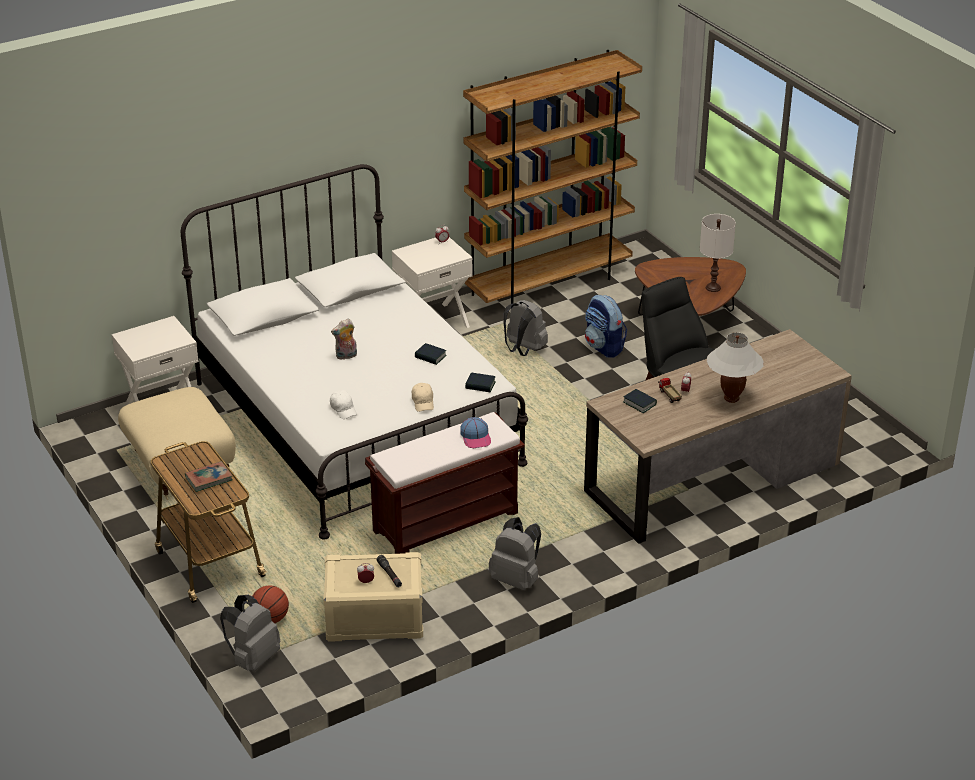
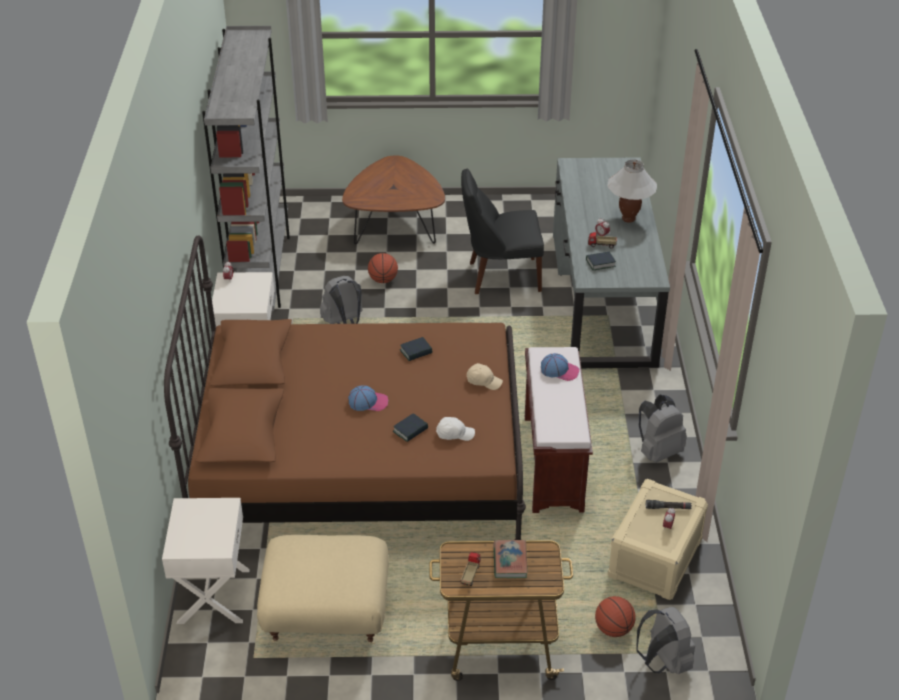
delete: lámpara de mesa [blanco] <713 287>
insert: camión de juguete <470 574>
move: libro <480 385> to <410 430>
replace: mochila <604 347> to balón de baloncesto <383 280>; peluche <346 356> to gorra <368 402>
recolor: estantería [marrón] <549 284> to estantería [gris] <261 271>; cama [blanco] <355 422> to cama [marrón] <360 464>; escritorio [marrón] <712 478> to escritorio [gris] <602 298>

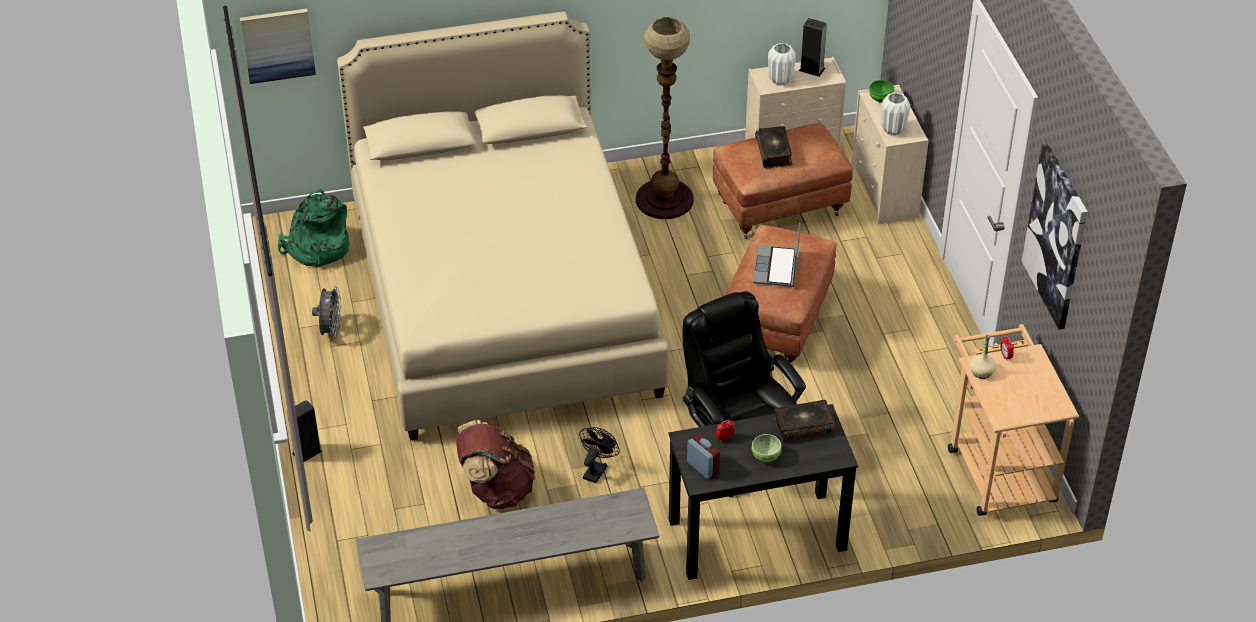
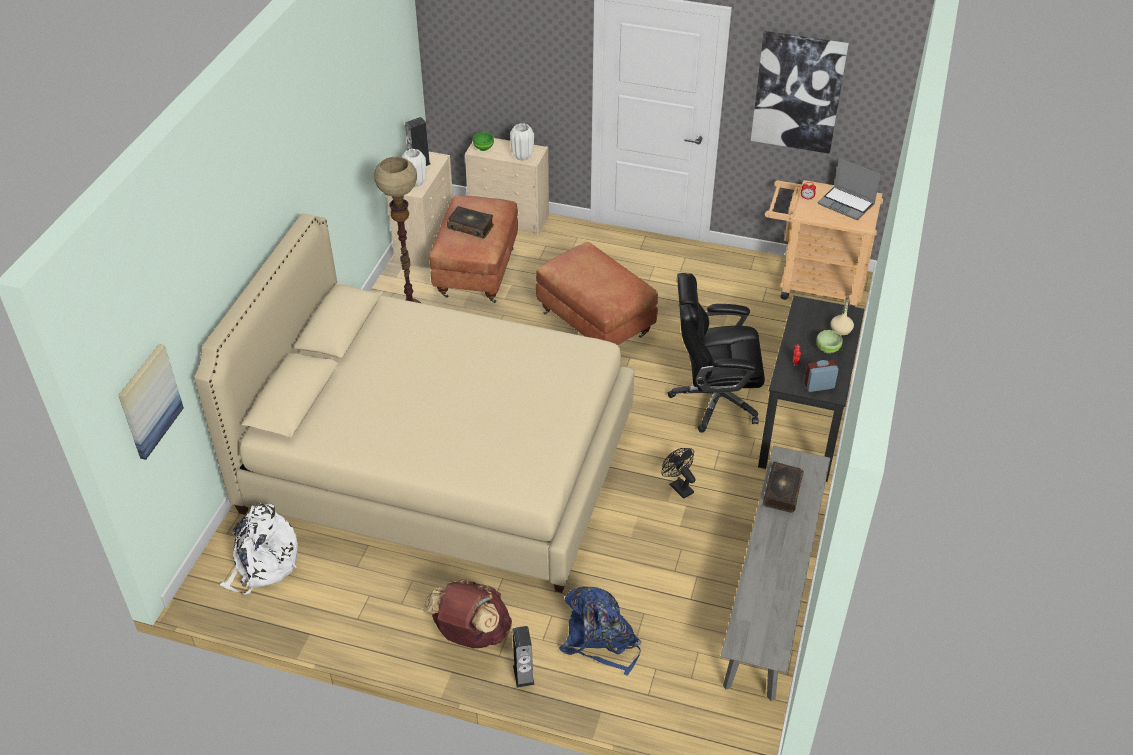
delete: ventilador [gris] <330 330>
insert: mochila [azul] <600 640>
move: portátil <777 268> to <847 204>; botella [beis] <981 372> to <841 330>; libro <803 426> to <781 492>; mochila [marrón] <496 490> to <471 634>
recolor: mochila [verde] <316 248> to mochila [blanco] <263 564>

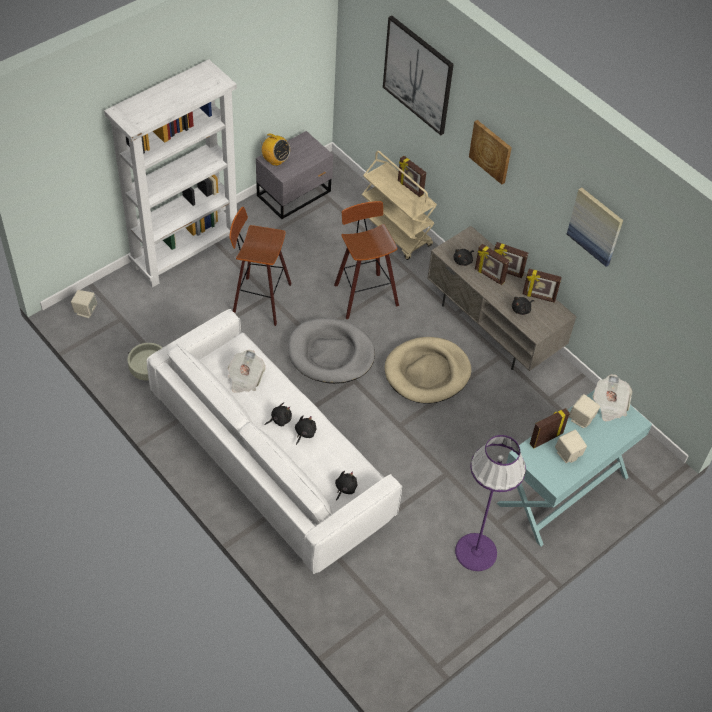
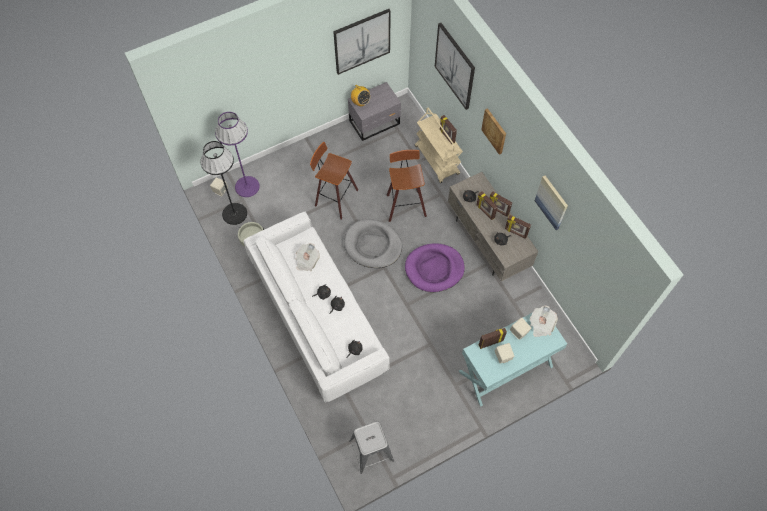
delete: estantería [blanco] <186 251>
insert: cuadro <362 41>; lámpara de pie [negro] <234 213>; taburete [gris] <371 450>
move: lámpara de pie [morado] <475 552> to <247 186>
recolor: cama para perro [beis] <427 372> to cama para perro [morado] <434 269>

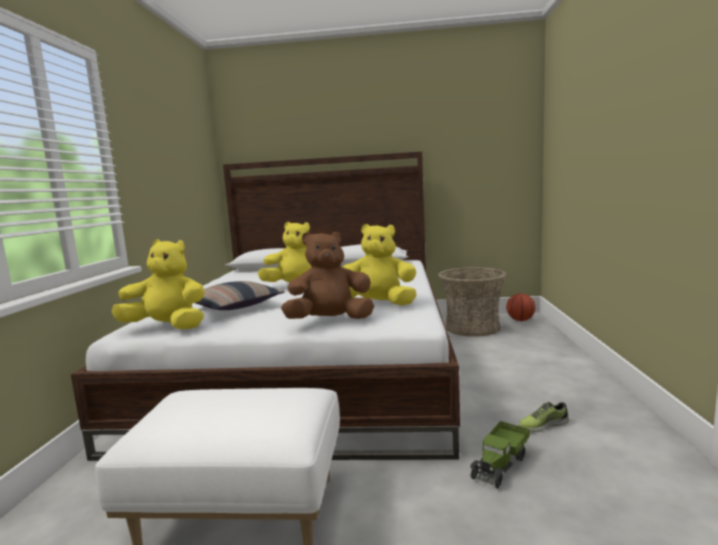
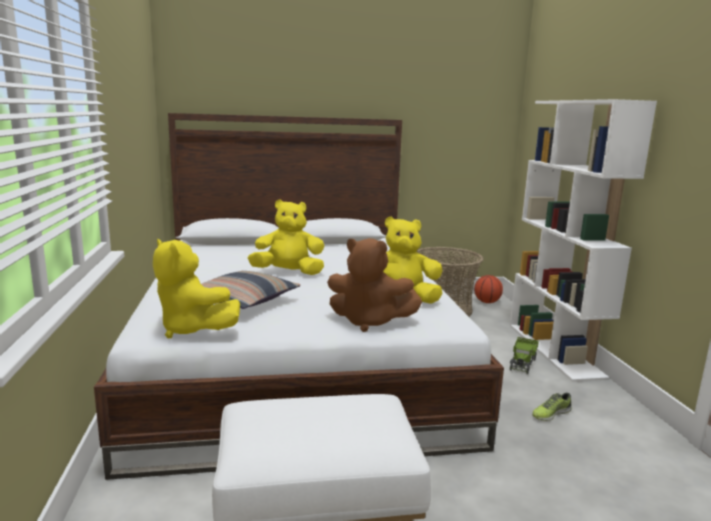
insert: estantería [blanco] <555 350>
move: camión de juguete <500 465> to <523 363>
rotate: peluche [marrón] <330 321> = <369 322> 135 degrees counterclockwise; peluche [amarillo] <167 327> = <192 329> 135 degrees counterclockwise

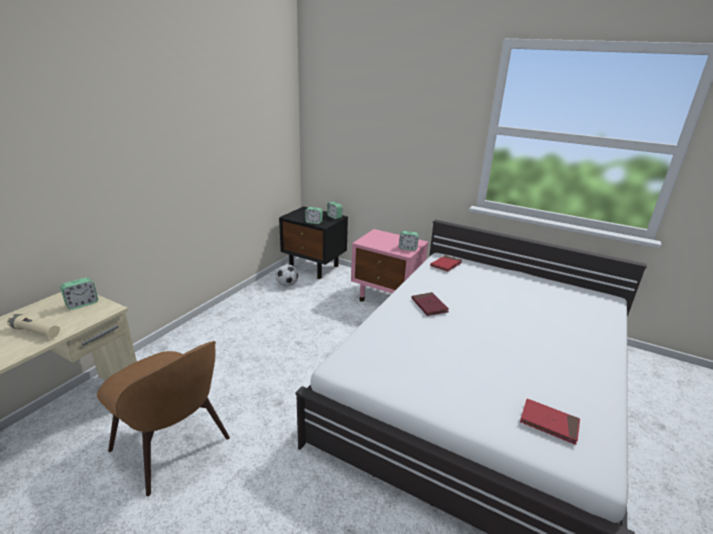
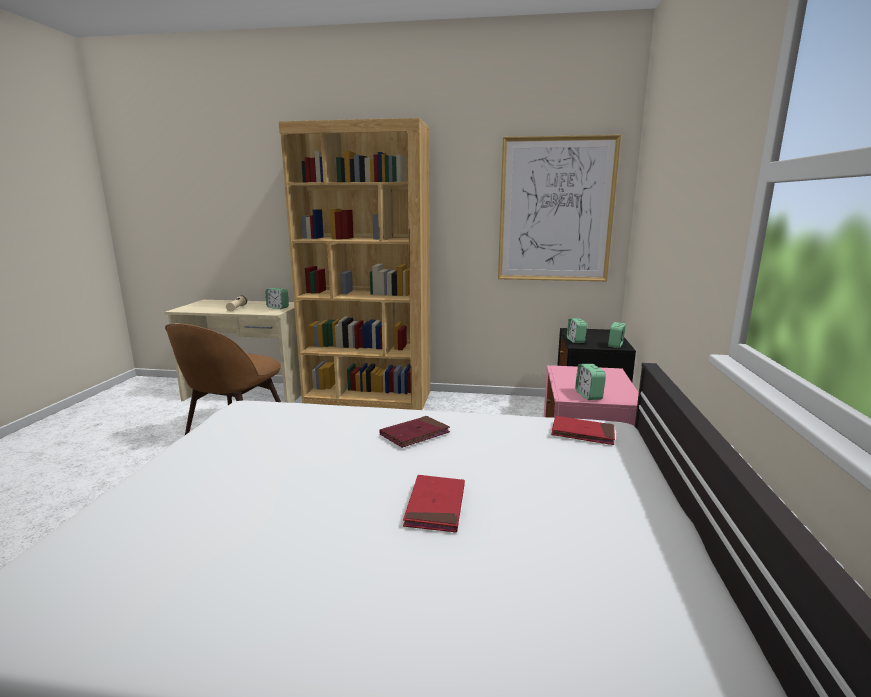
delete: balón de fútbol <287 285>
insert: estantería [marrón] <368 397>; cuadro <555 210>
move: libro [rojo] <549 423> to <435 506>

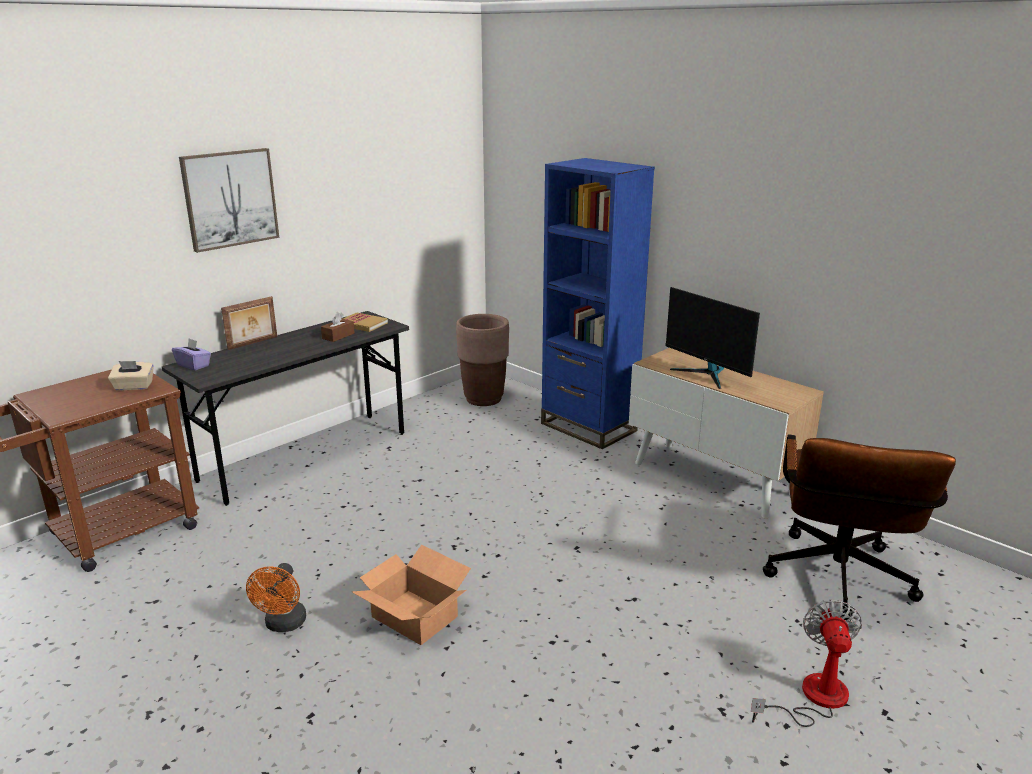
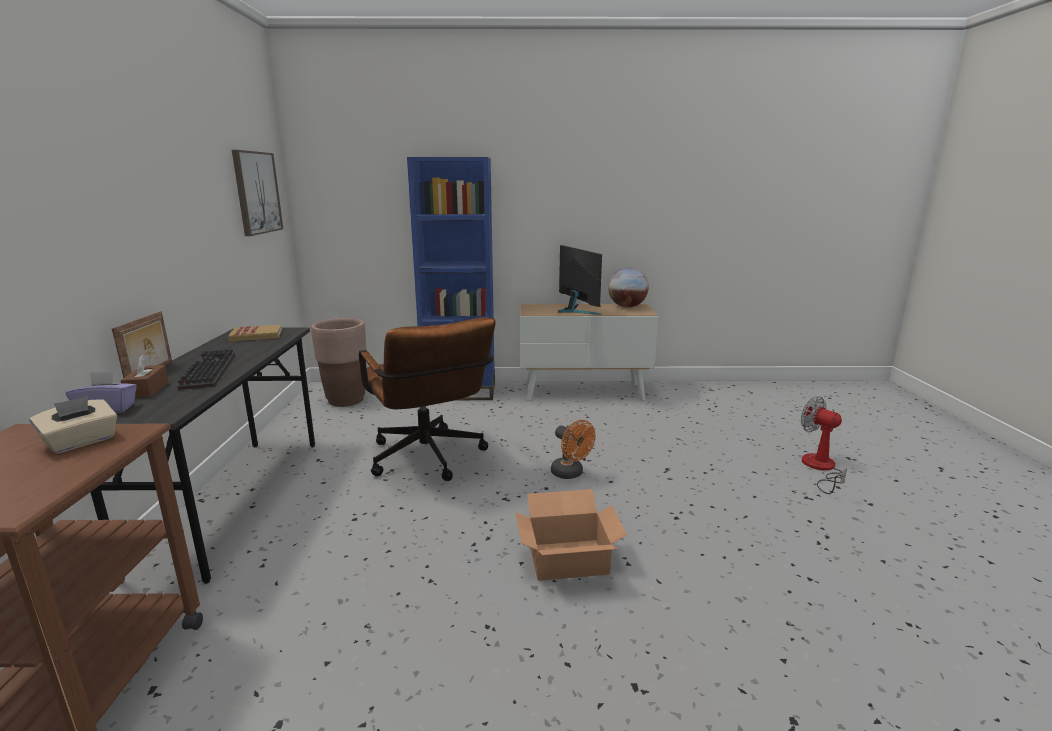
insert: globo terráqueo <627 307>; teclado <207 371>
move: cuadro <230 199> to <256 192>; caja de pañuelos [marrón] <338 336> to <147 390>; silla de oficina [marrón] <838 583> to <429 460>; ventilador [naranja] <283 625> to <570 474>
rotate: monitor <707 374> = <575 310> 120 degrees counterclockwise

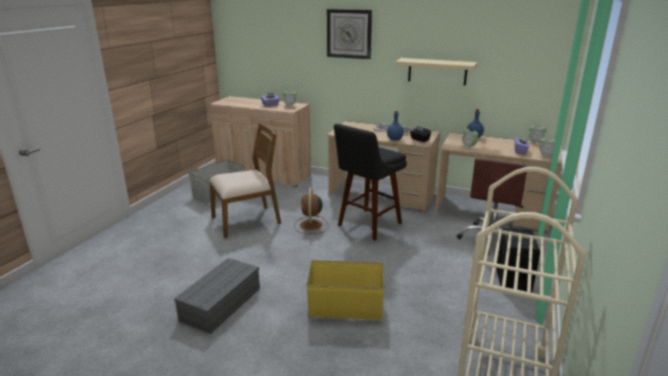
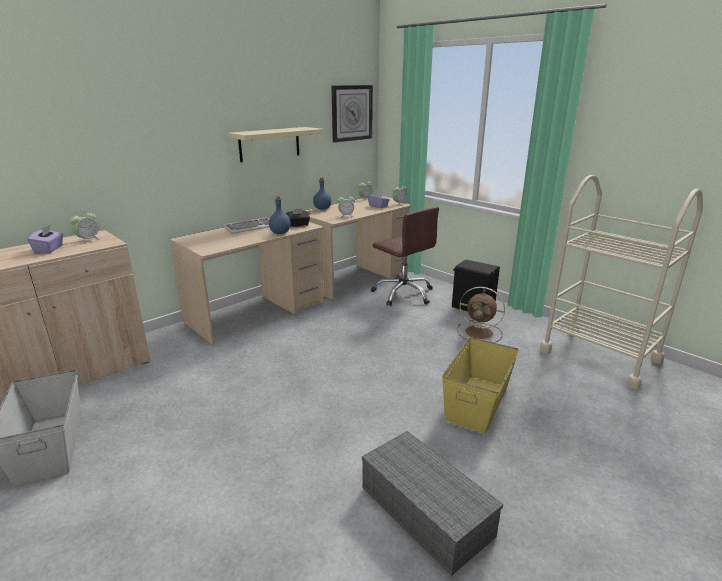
delete: silla [marrón] <247 220>; taburete [negro] <367 225>
move: reloj de pared <349 34> to <351 113>; ventilador [marrón] <311 225> to <480 333>

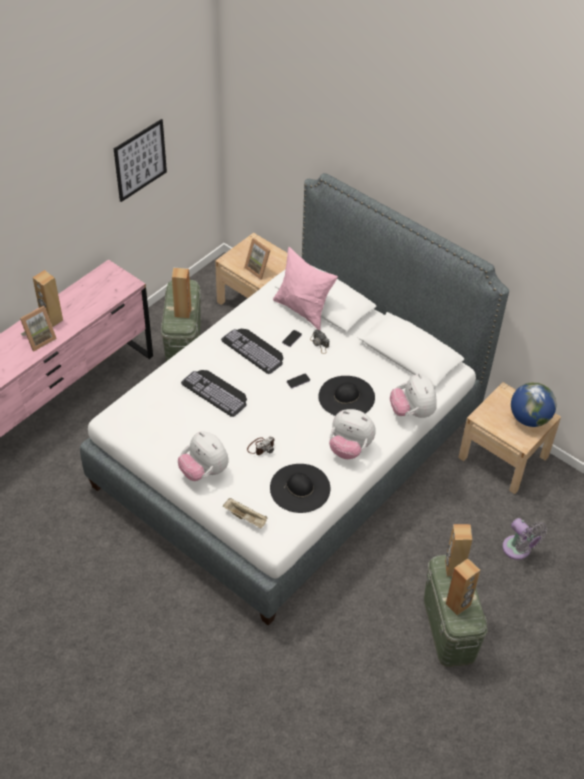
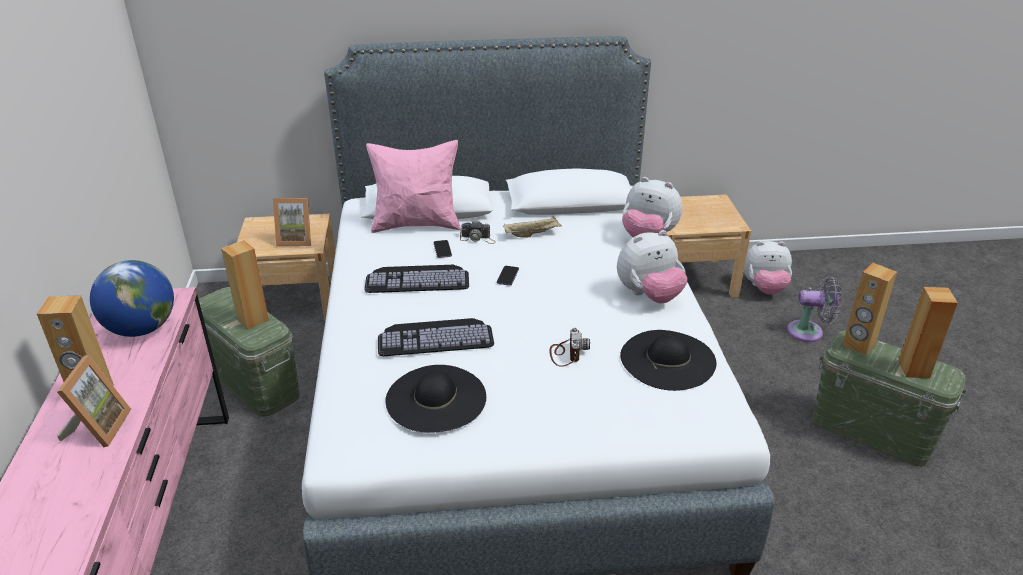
delete: cuadro <140 160>
move: sombrero [negro] <346 397> to <436 398>; globo terráqueo <529 418> to <142 329>; peluche <204 471> to <764 288>; bandeja [beis] <246 518> to <532 234>

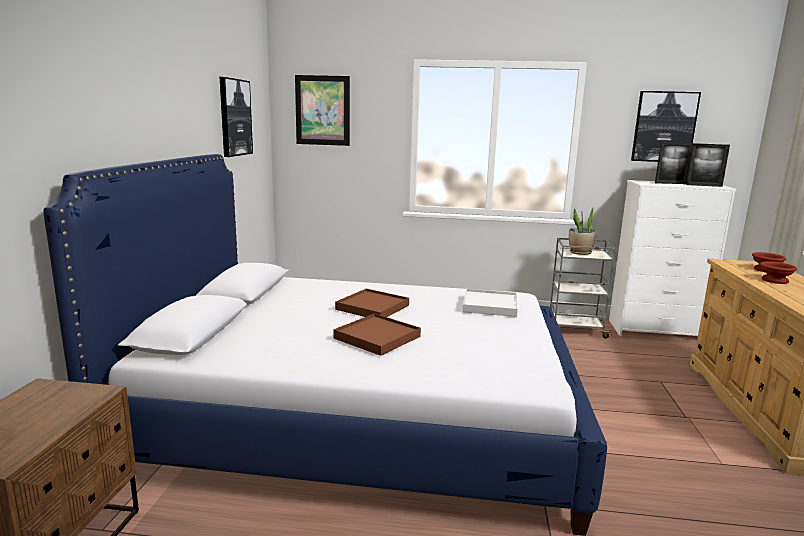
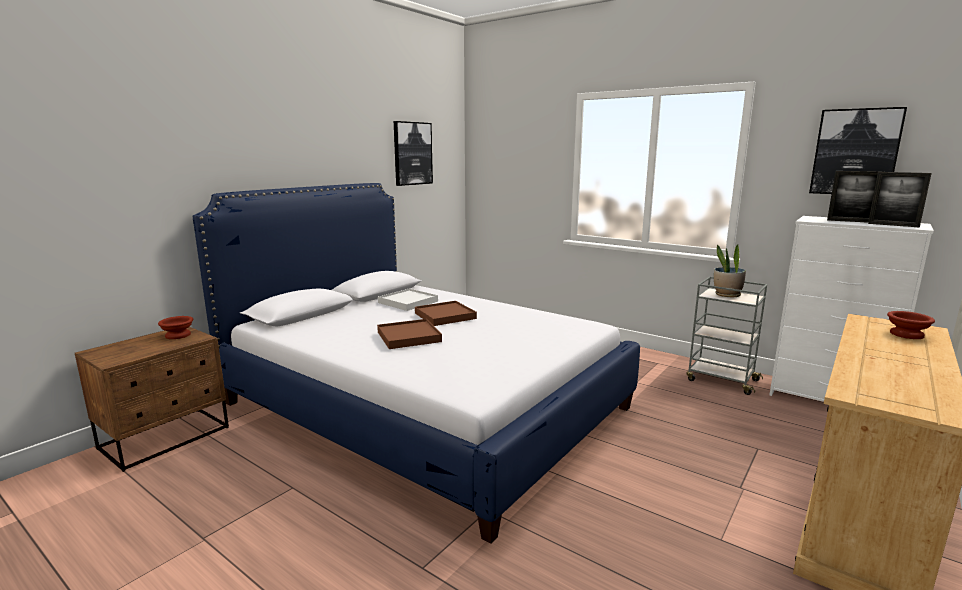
delete: cuadro <322 110>
move: cuenco [marrón] <775 281> to <177 336>; bandeja [blanco] <490 305> to <408 302>

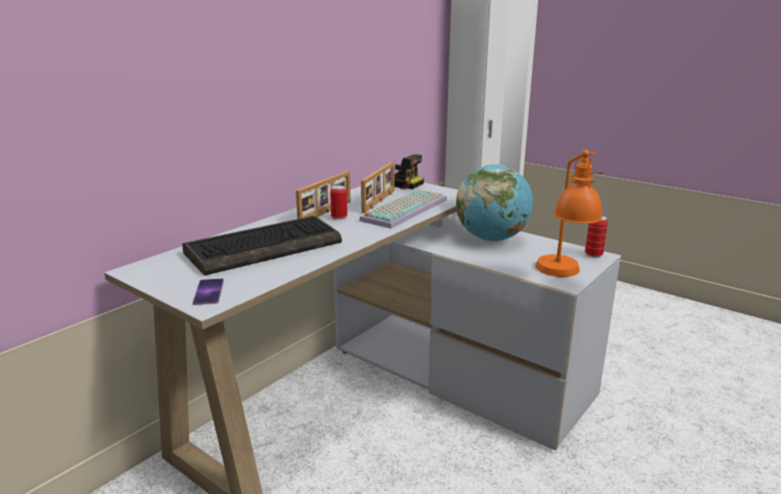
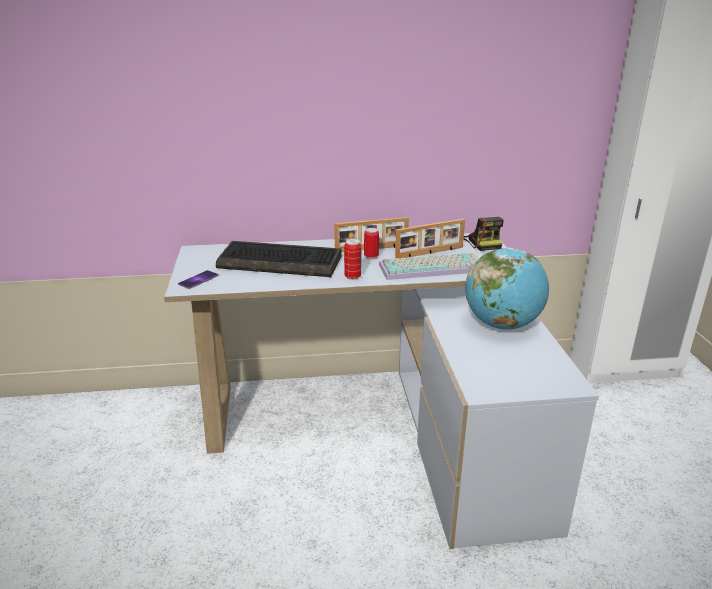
delete: lámpara de mesa [naranja] <564 276>
move: lata <593 255> to <352 276>

